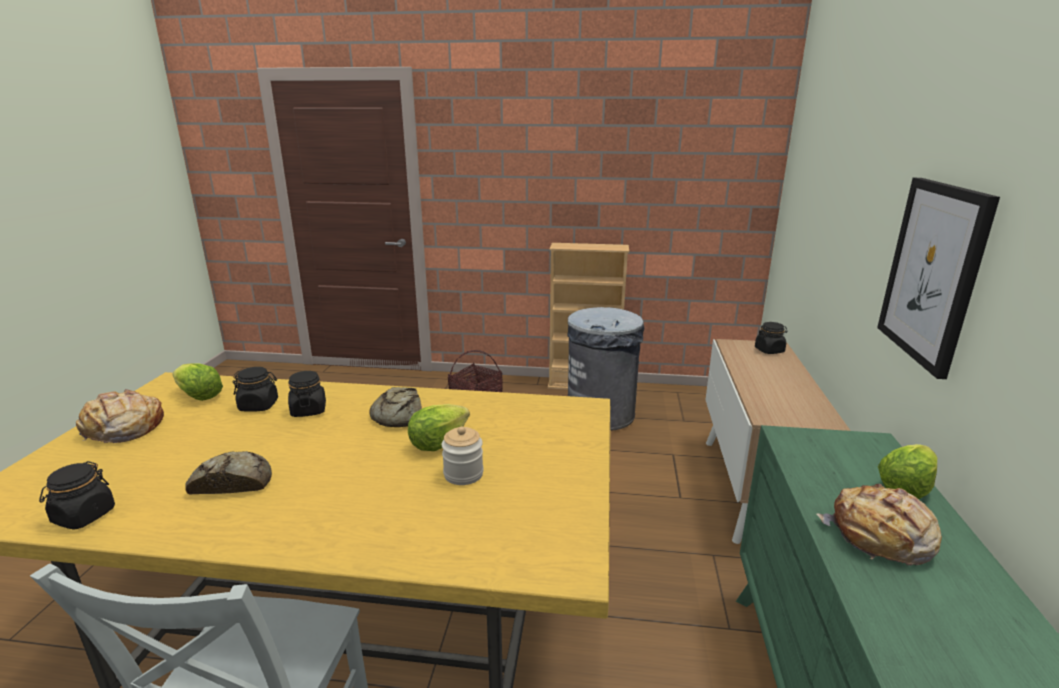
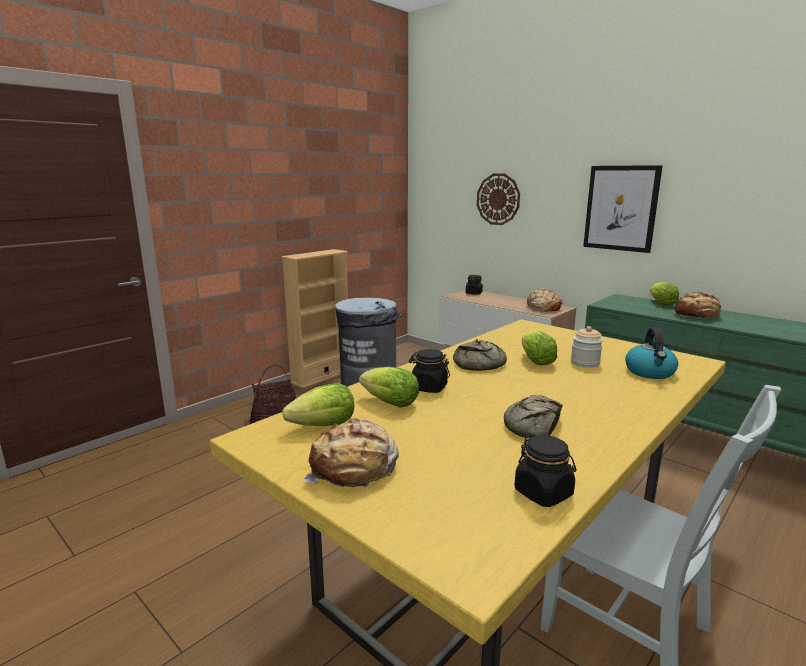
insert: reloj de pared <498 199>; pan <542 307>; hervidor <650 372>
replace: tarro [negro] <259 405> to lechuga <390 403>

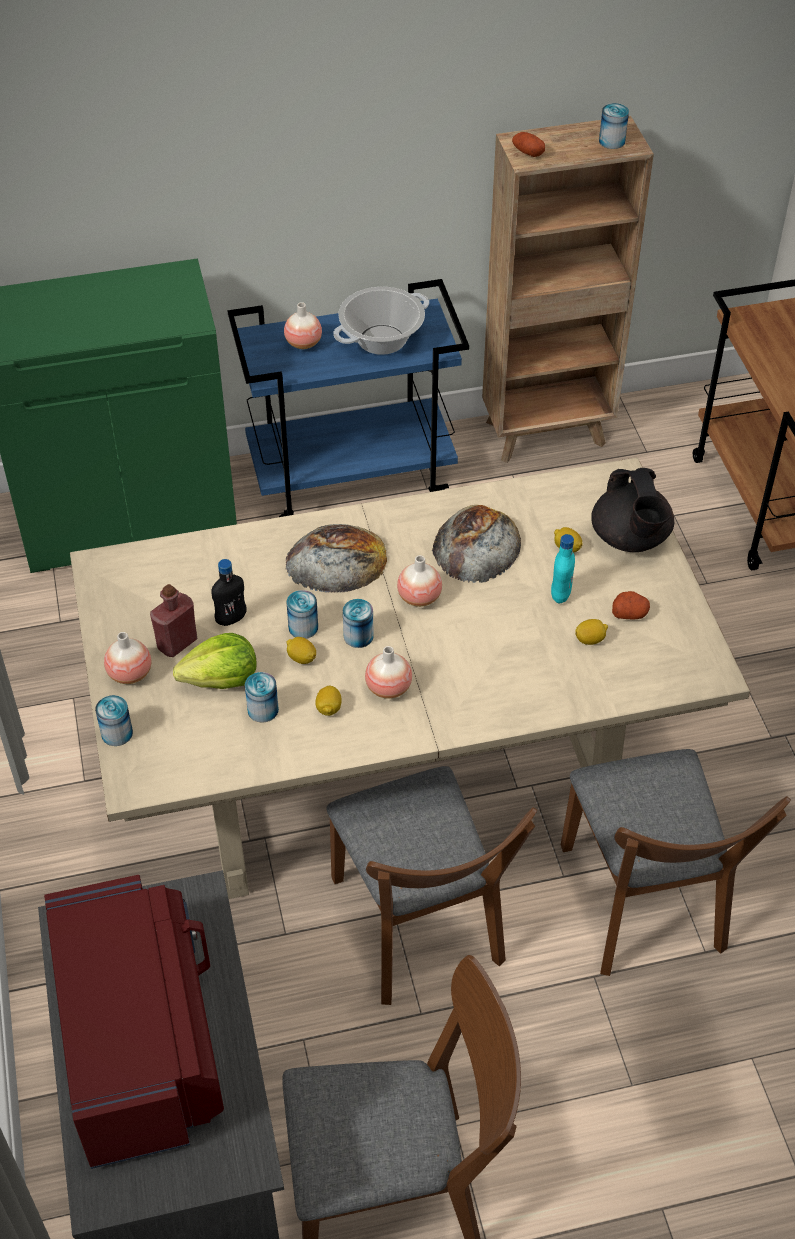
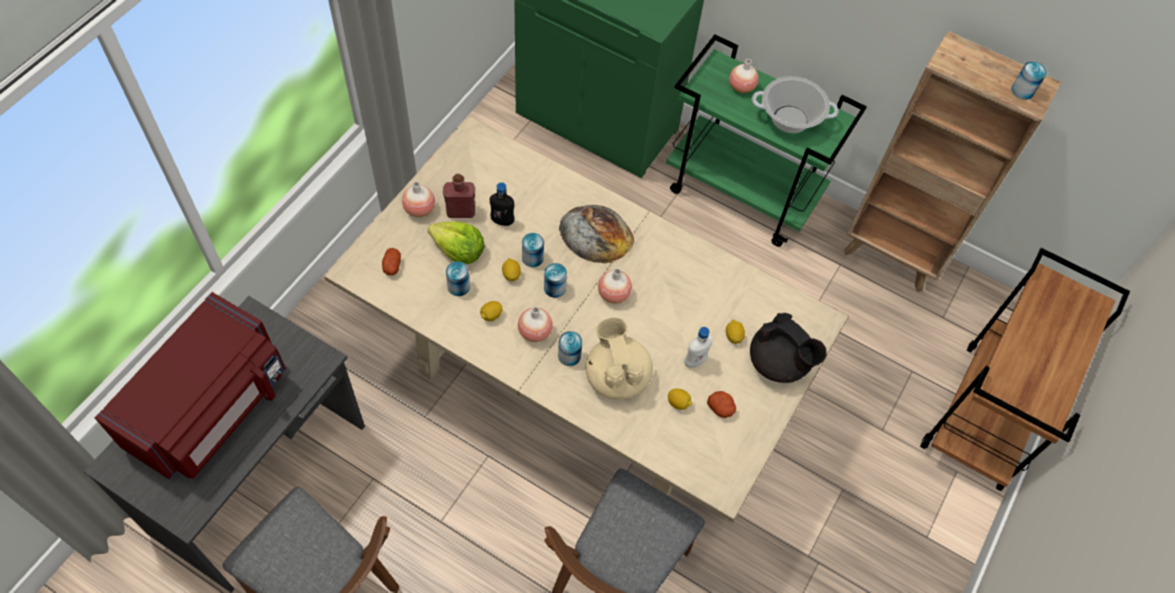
delete: pan <476 545>; silla [marrón] <421 932>
insert: tetera [beis] <617 376>
move: patata <527 152> to <392 265>; lata <117 733> to <569 355>
recolor: carrito [azul] <353 478> to carrito [verde] <743 193>; botella [turquesa] <560 594> to botella [blanco] <694 361>
rotate: tetera [negro] <630 538> = <779 363> 75 degrees counterclockwise

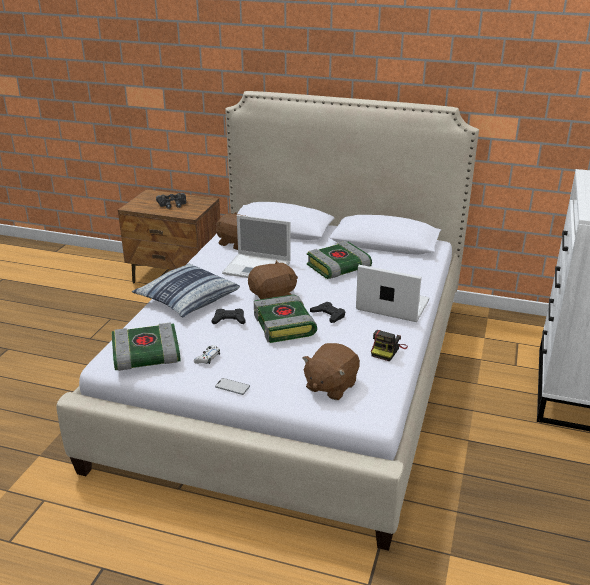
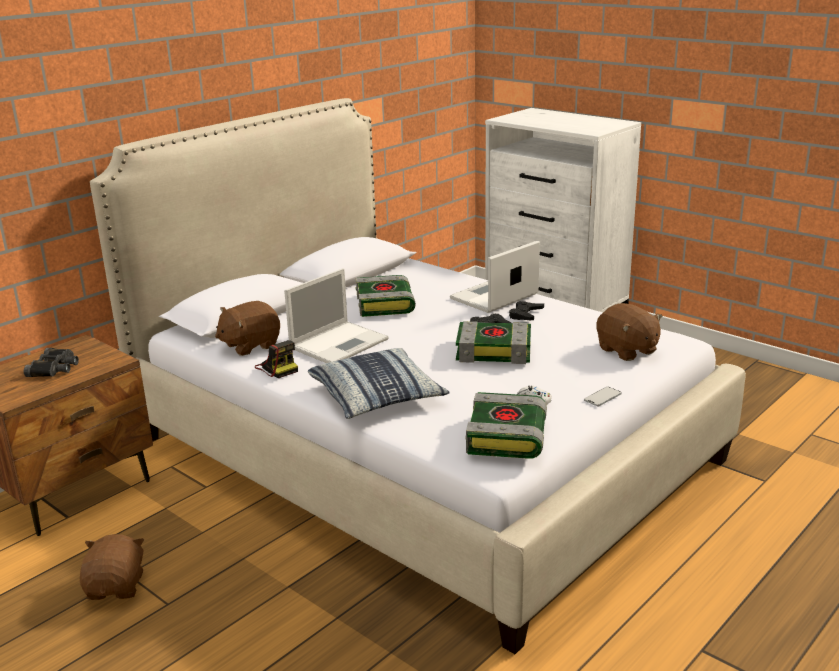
move: peluche [marrón] <273 297> to <117 587>; mando de consola [negro] <229 320> to <525 314>; cámara <387 350> to <277 368>

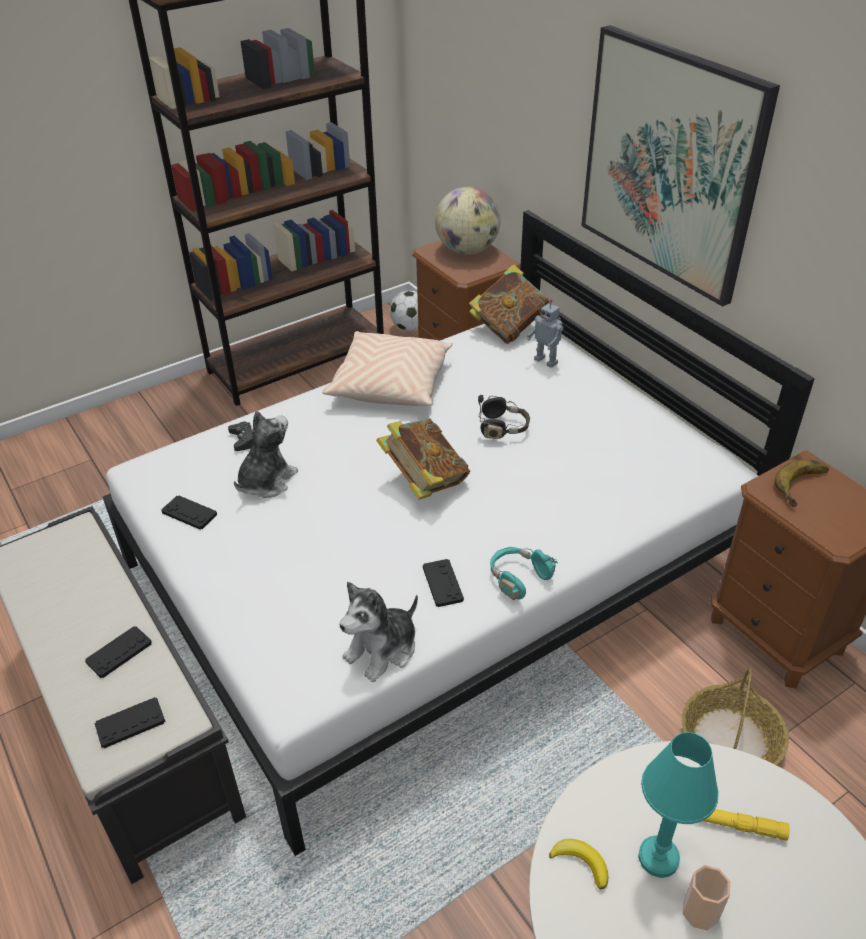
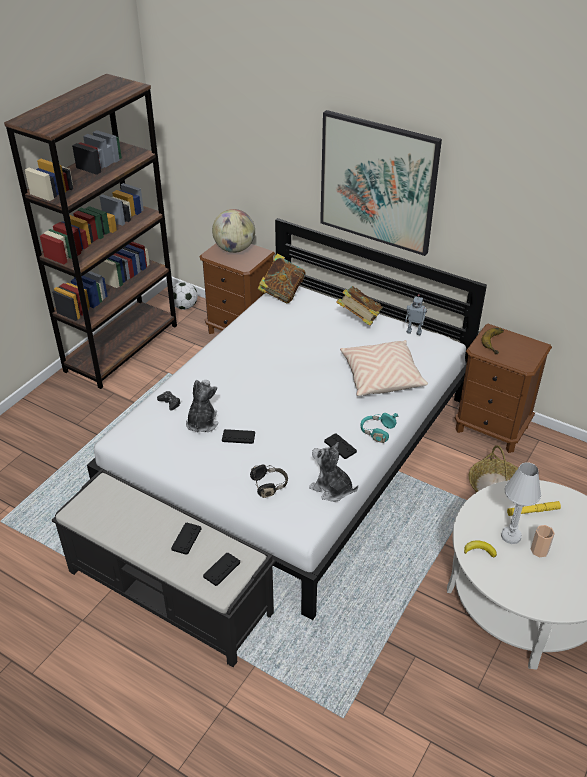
move: robot de juguete <546 361> to <414 331>; cojín [beis] <390 384> to <381 377>; auriculares [negro] <503 428> to <269 485>; libro <424 481> to <359 319>; mando de consola [negro] <189 513> to <238 437>
recolor: lámpara de mesa [turquesa] <658 858> to lámpara de mesa [blanco] <511 536>
rotate: peluche <382 650> = <331 489> 105 degrees clockwise

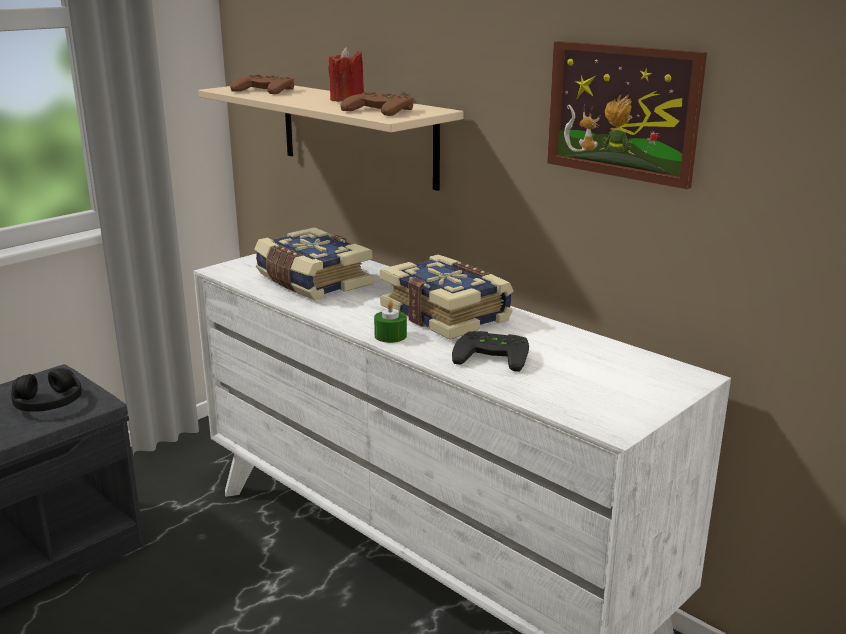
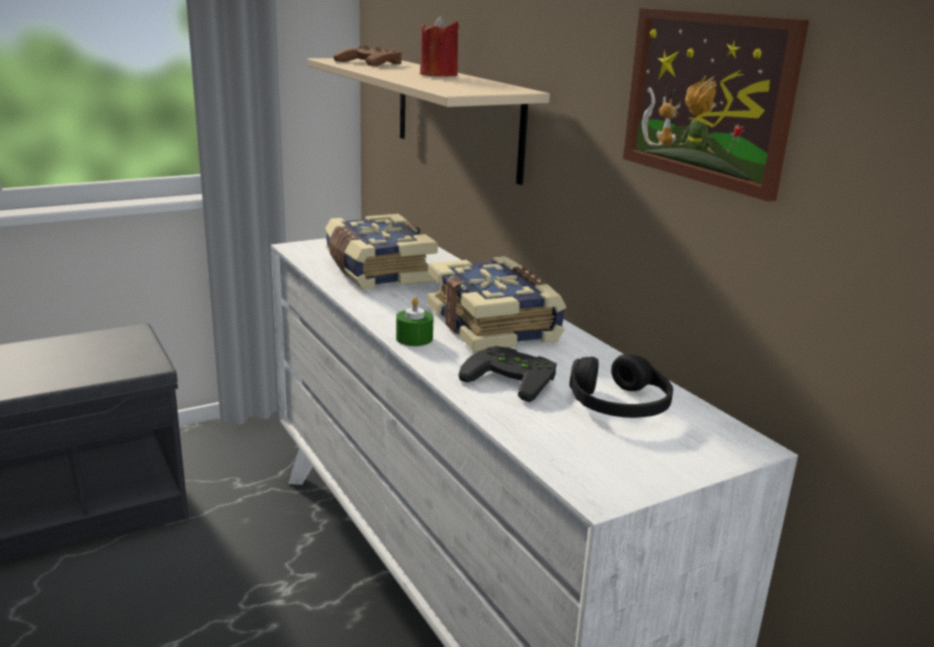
delete: mando de consola [marrón] <382 110>
move: auriculares [negro] <48 403> to <619 404>

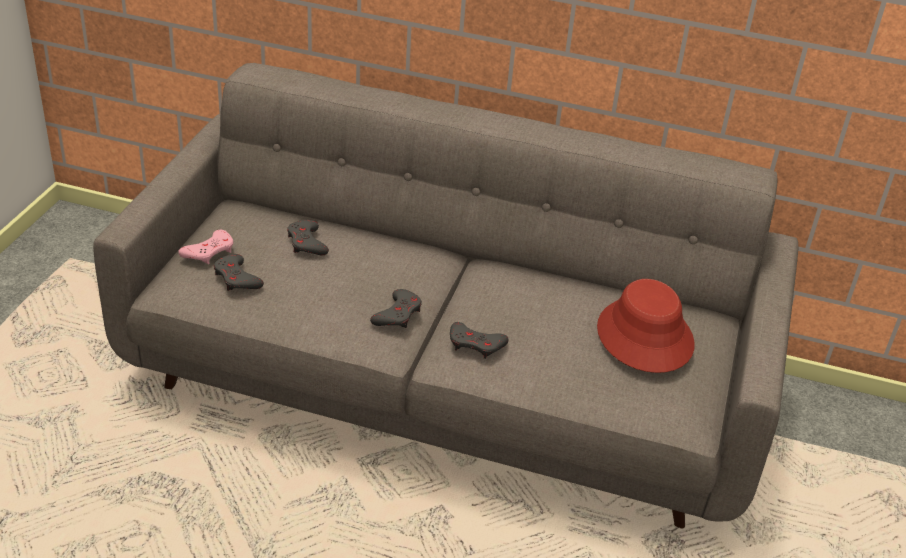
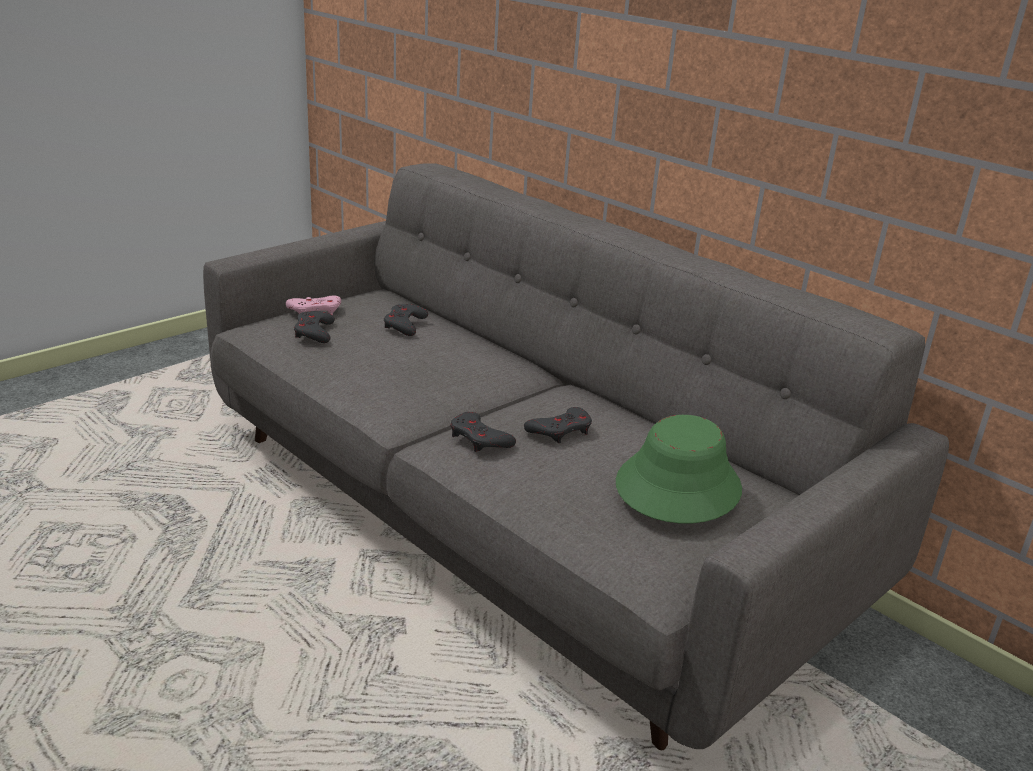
move: mando de consola [gris] <398 314> to <560 430>
recolor: sombrero [rojo] <644 336> to sombrero [verde] <677 486>

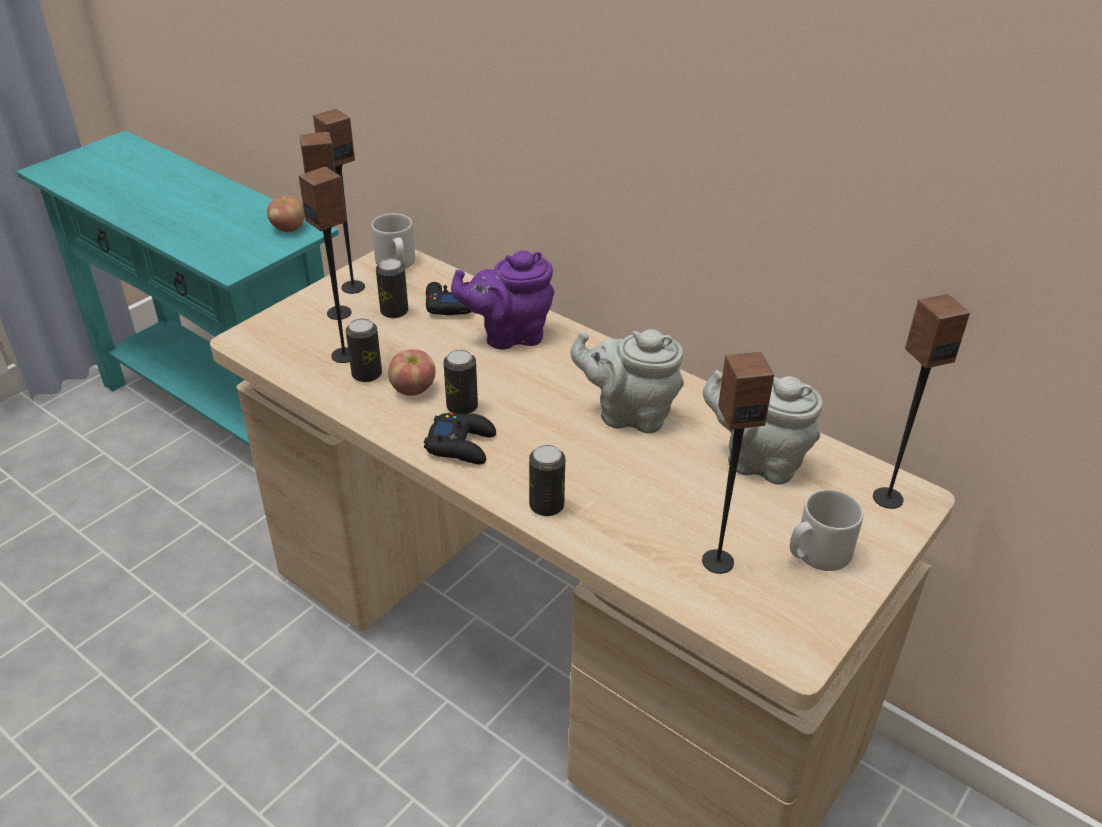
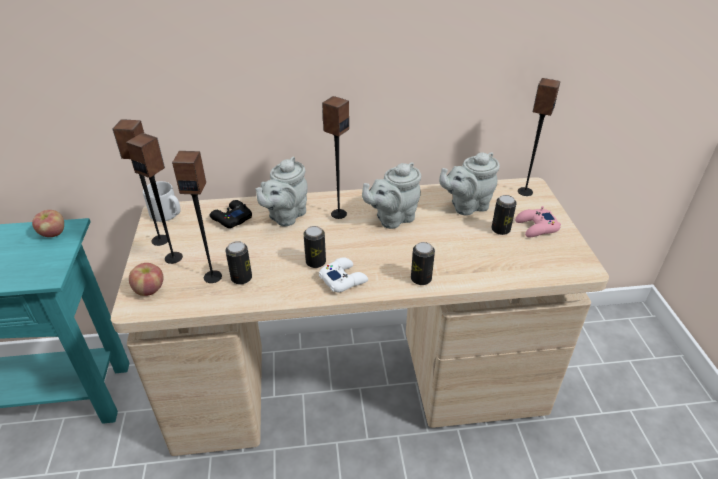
move: lata <394 312> to <500 230>; manzana <413 389> to <150 290>; altavoz <717 561> to <338 214>
replace: taza grande [gris] <817 554> to mando de consola [rosa] <536 227>
recolor: tetera [morado] <509 335> to tetera [gris] <285 216>; mando de consola [negro] <462 445> to mando de consola [blanco] <343 279>

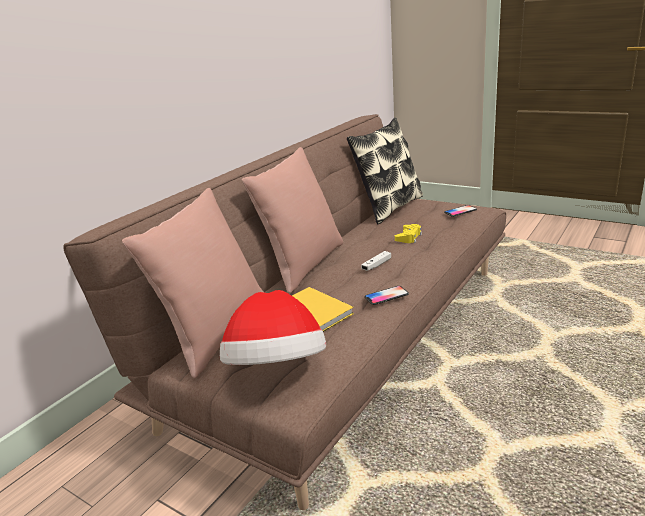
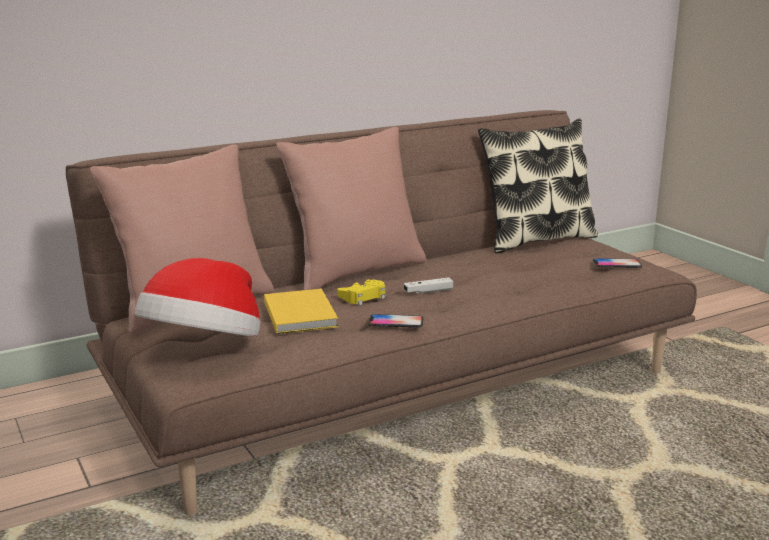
move: mando de consola [amarillo] <408 237> to <363 297>

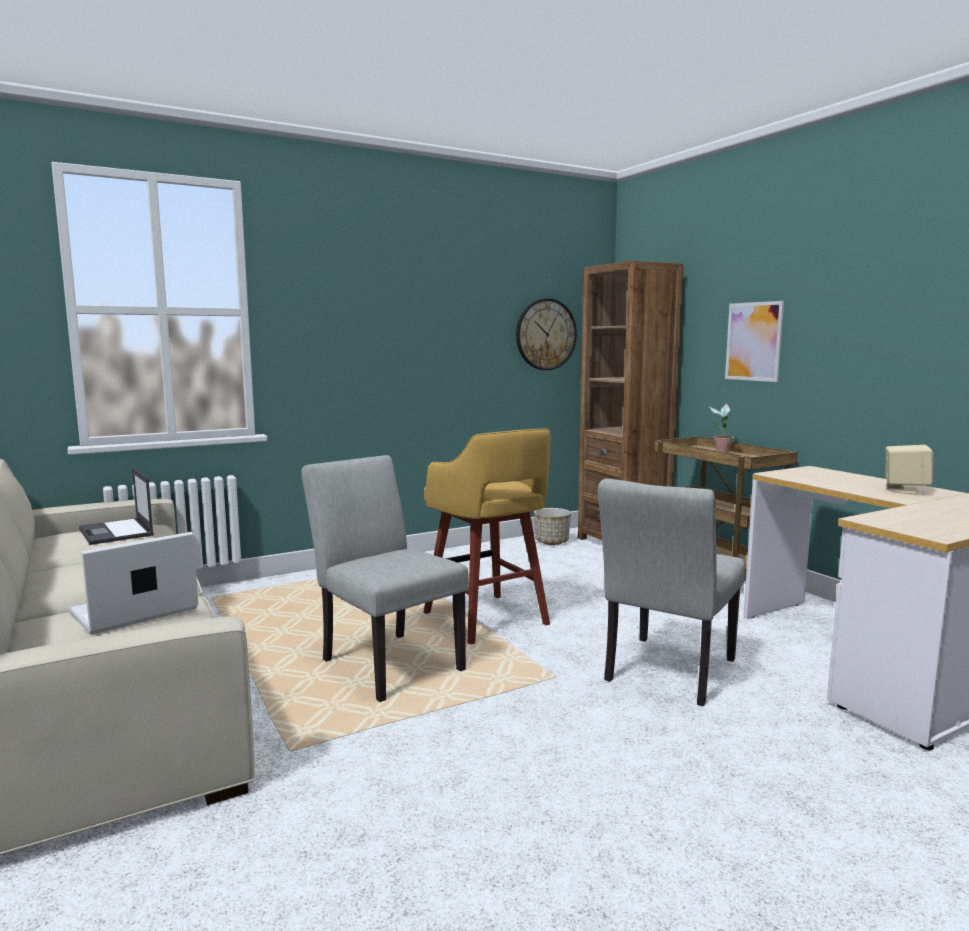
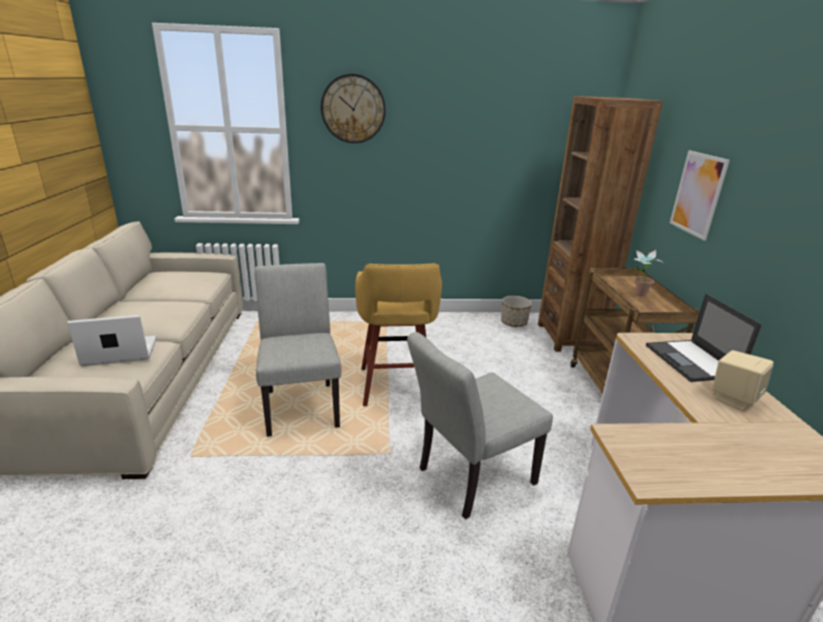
move: reloj de pared <545 334> to <353 109>; portátil <116 532> to <692 361>

